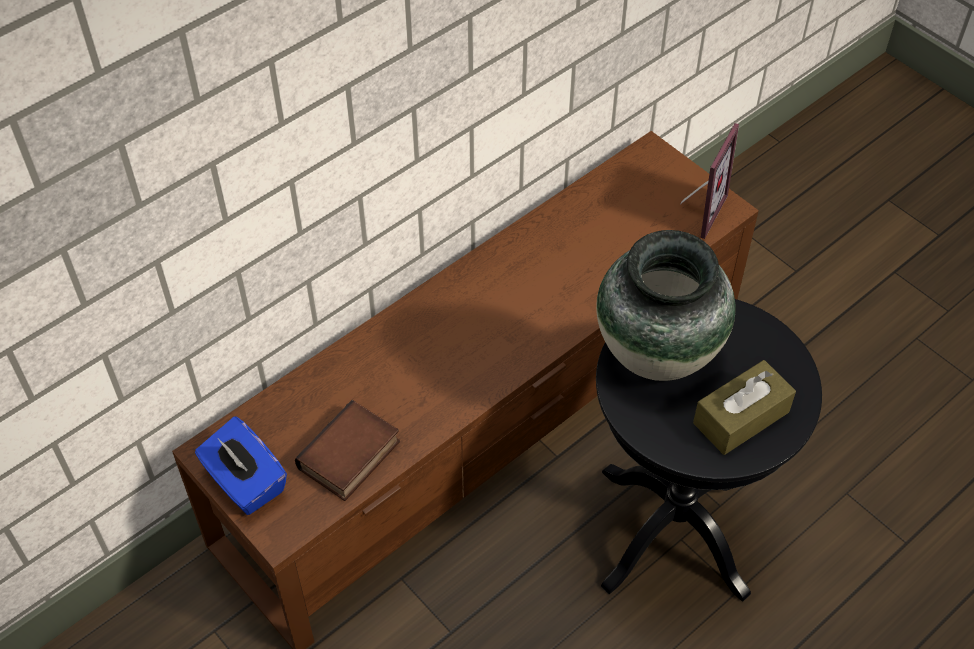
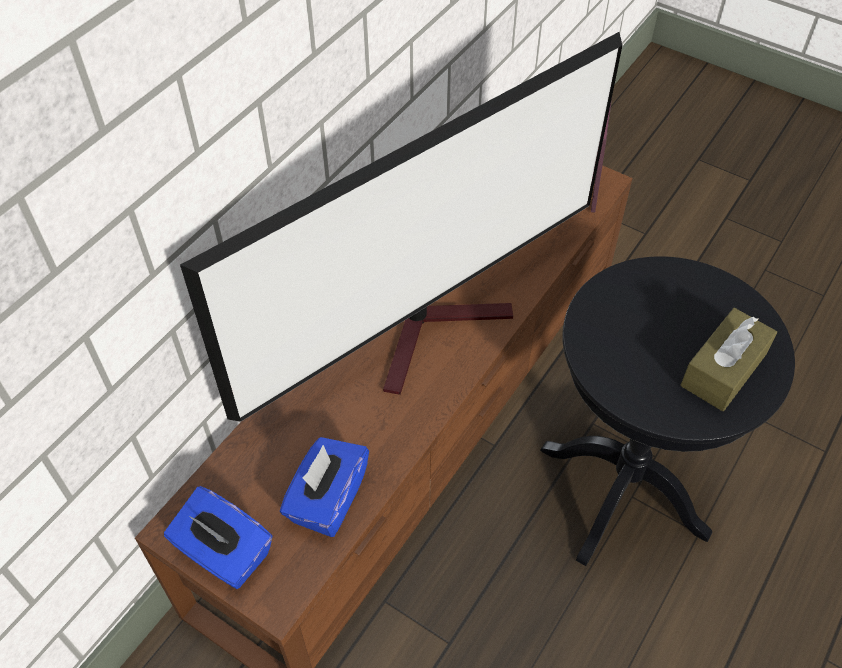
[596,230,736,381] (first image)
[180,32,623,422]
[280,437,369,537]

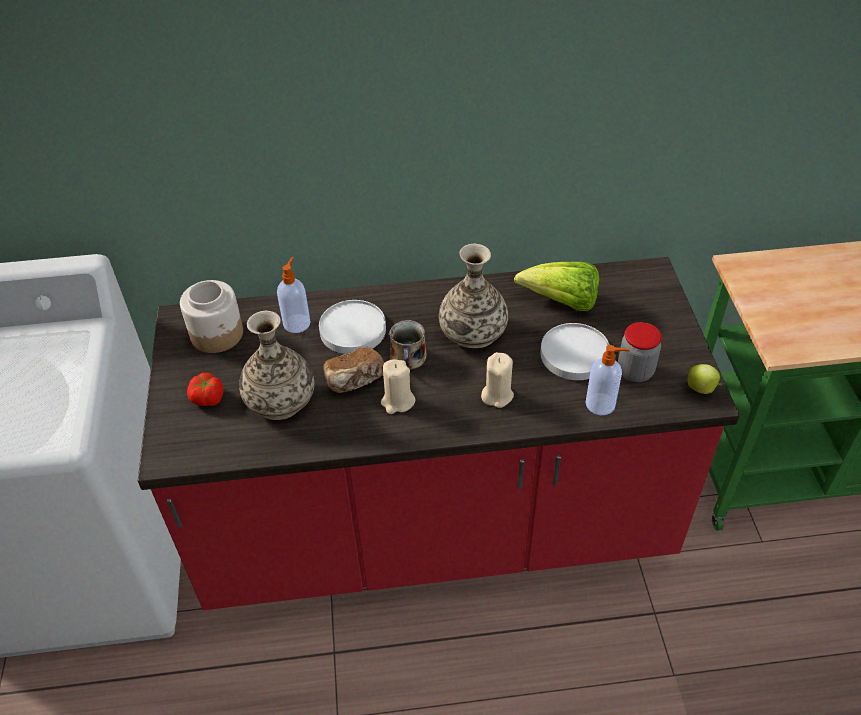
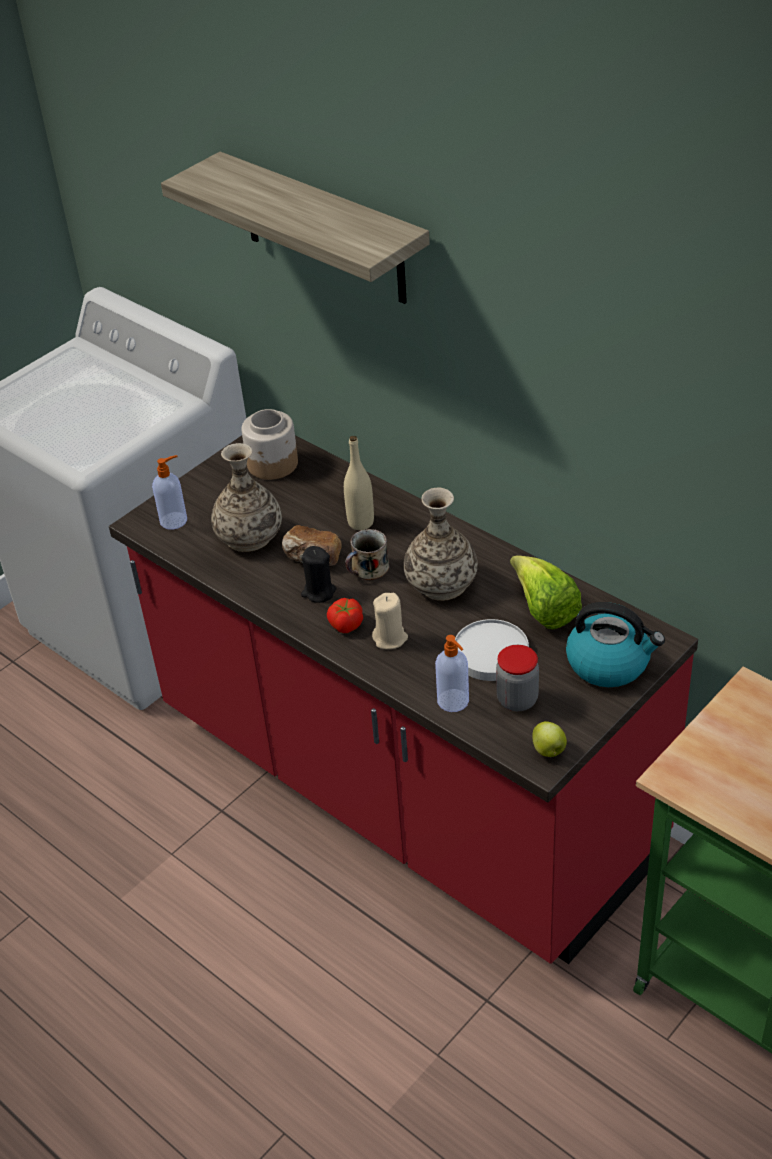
[161,151,430,304]
[566,602,665,687]
[327,598,363,633]
[152,455,187,530]
[344,436,374,530]
[301,546,336,603]

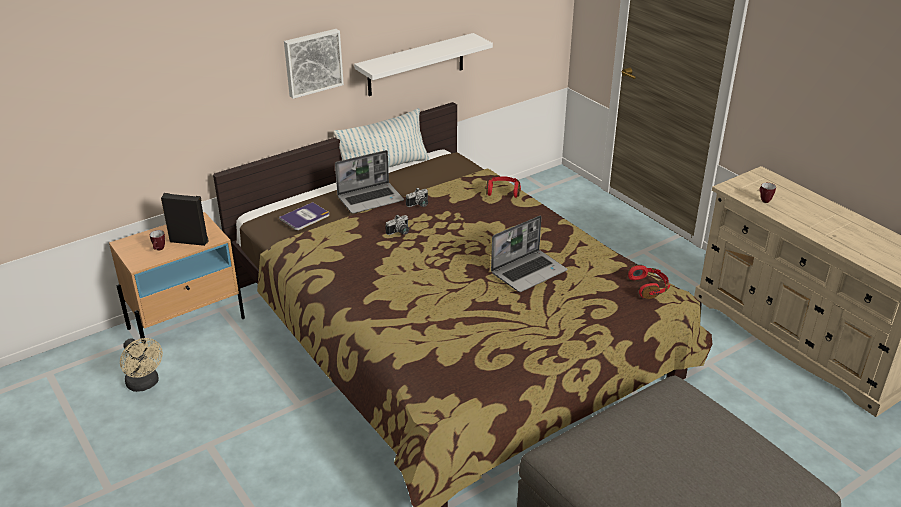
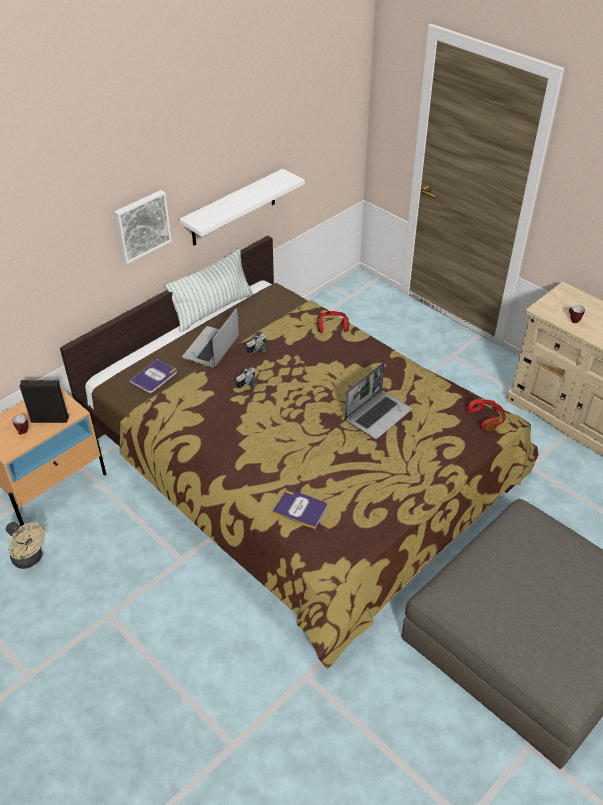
[272,489,327,529]
[182,308,239,368]

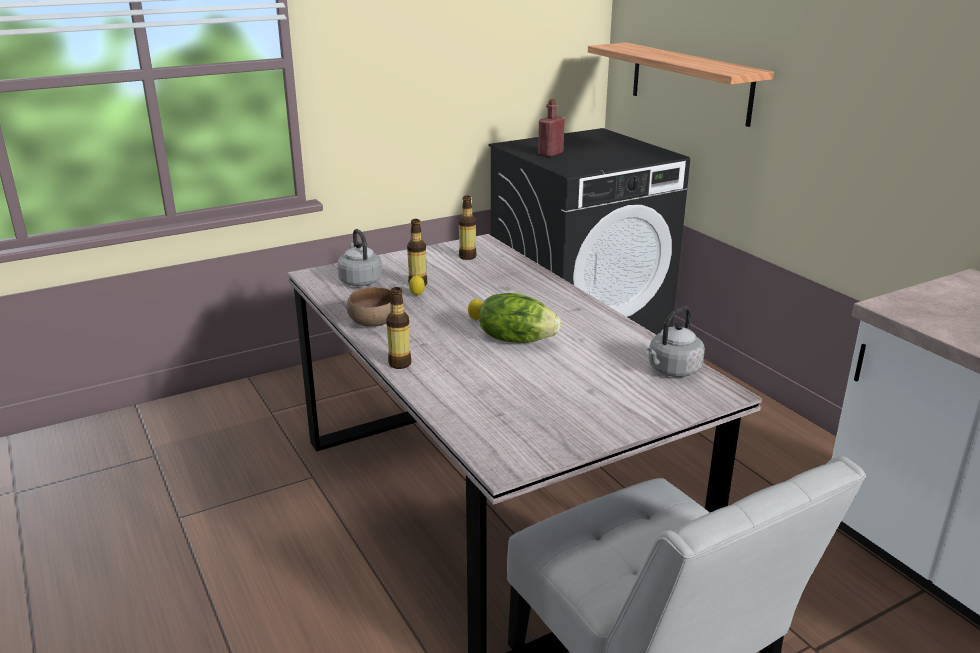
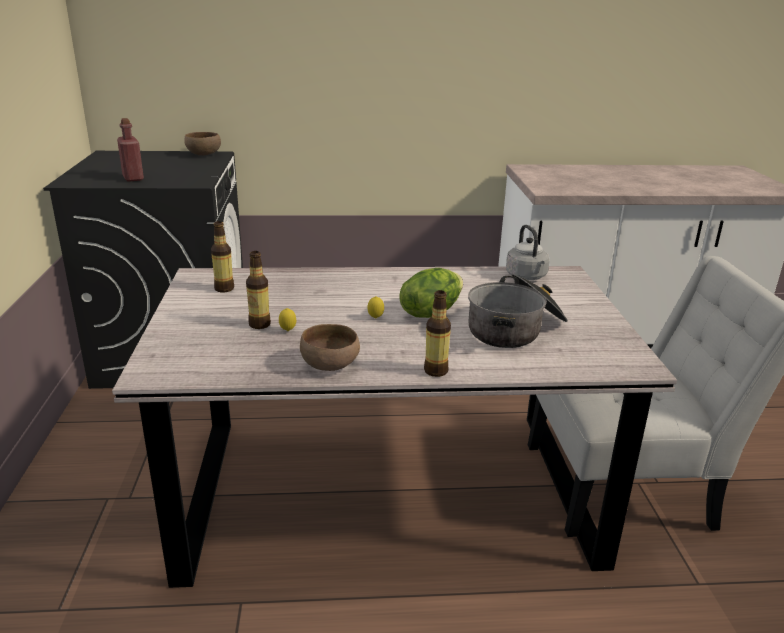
[337,229,382,286] (first image)
[588,43,774,127] (first image)
[185,132,221,156]
[468,274,568,348]

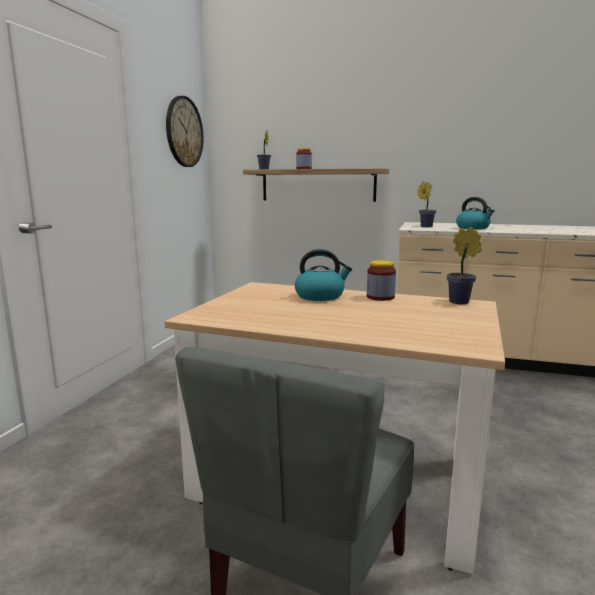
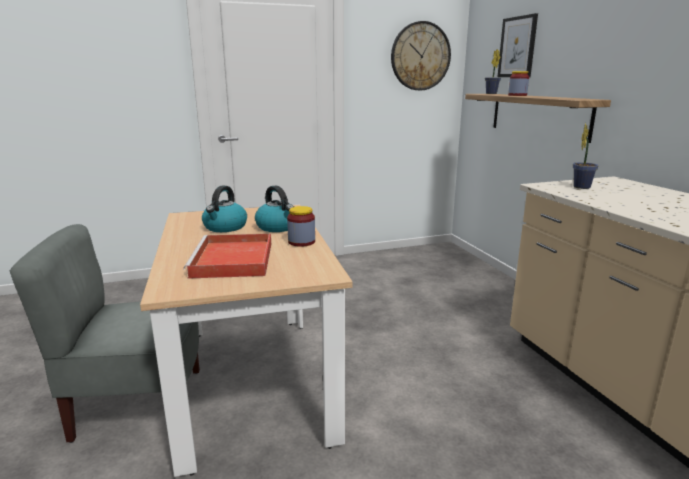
[447,227,482,304] (first image)
[183,234,271,279]
[497,13,538,77]
[202,186,247,232]

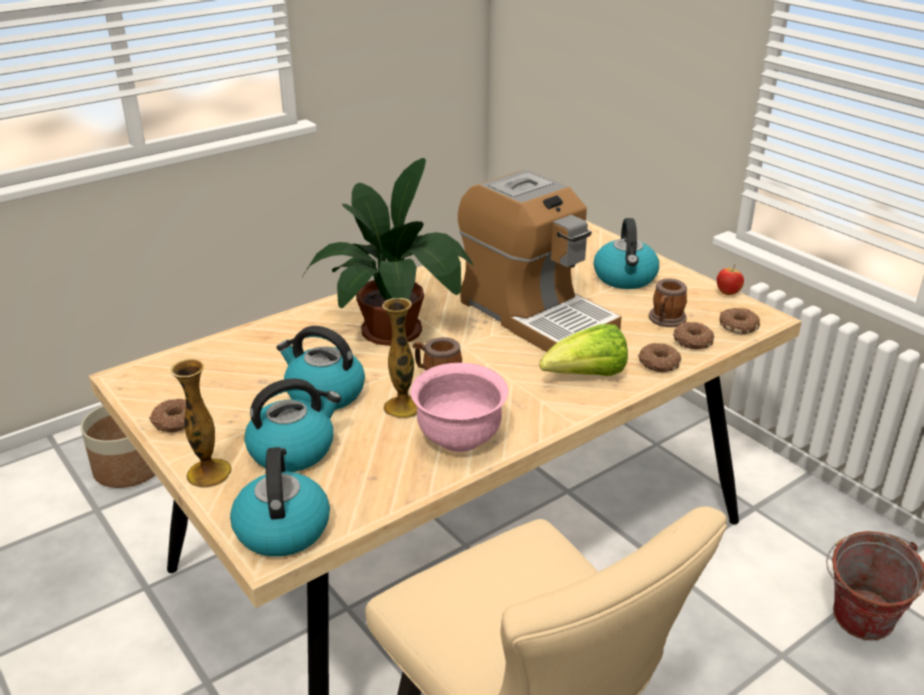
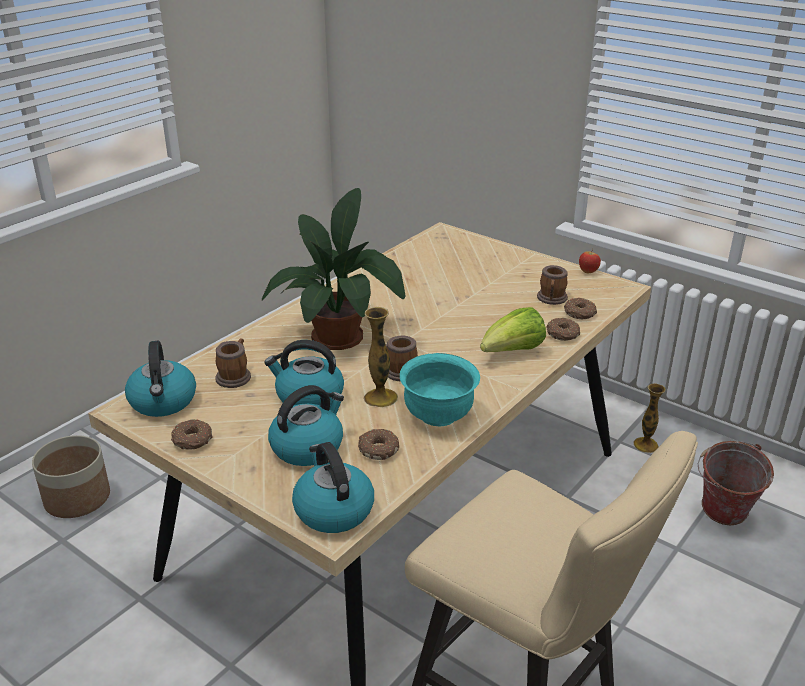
[458,170,622,352] (first image)
[215,339,251,388]
[634,383,666,453]
[125,341,196,417]
[358,429,399,460]
[400,353,480,426]

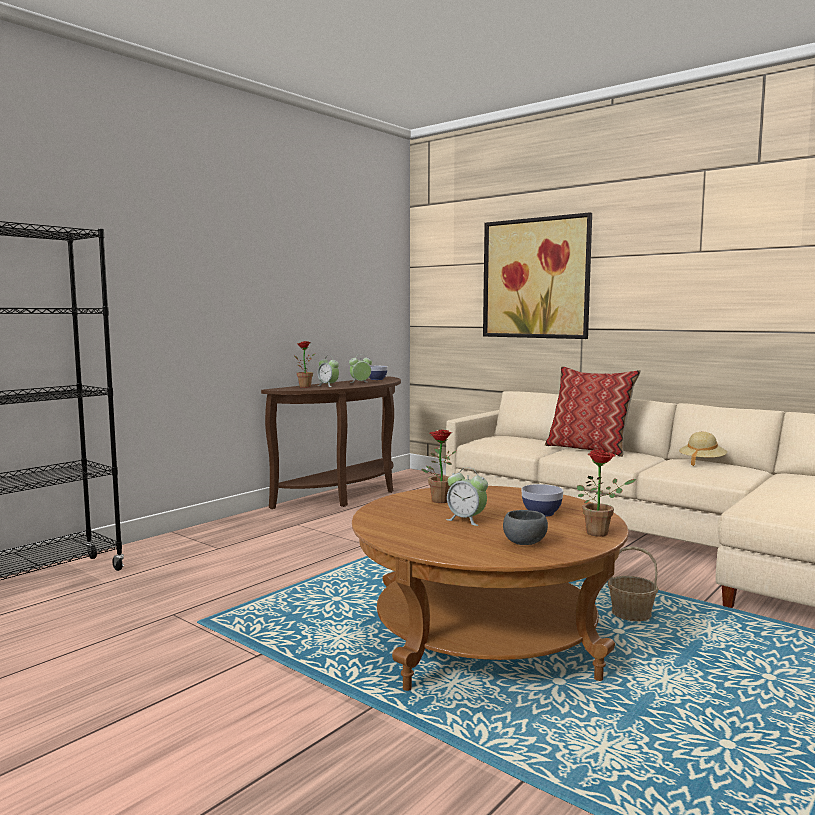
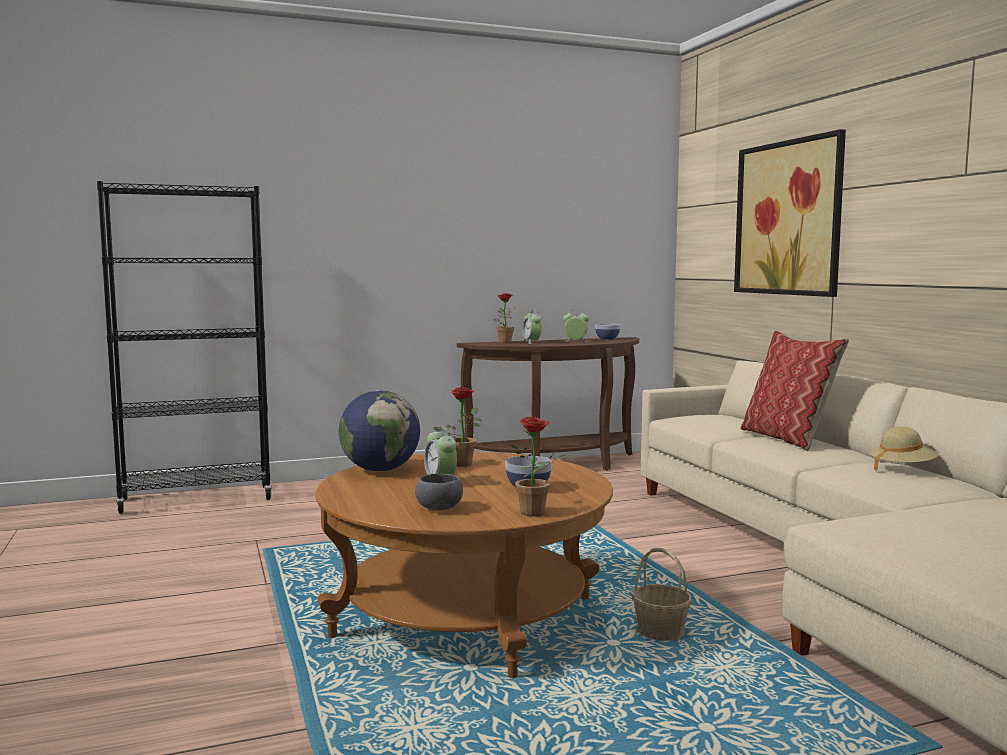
[339,390,420,472]

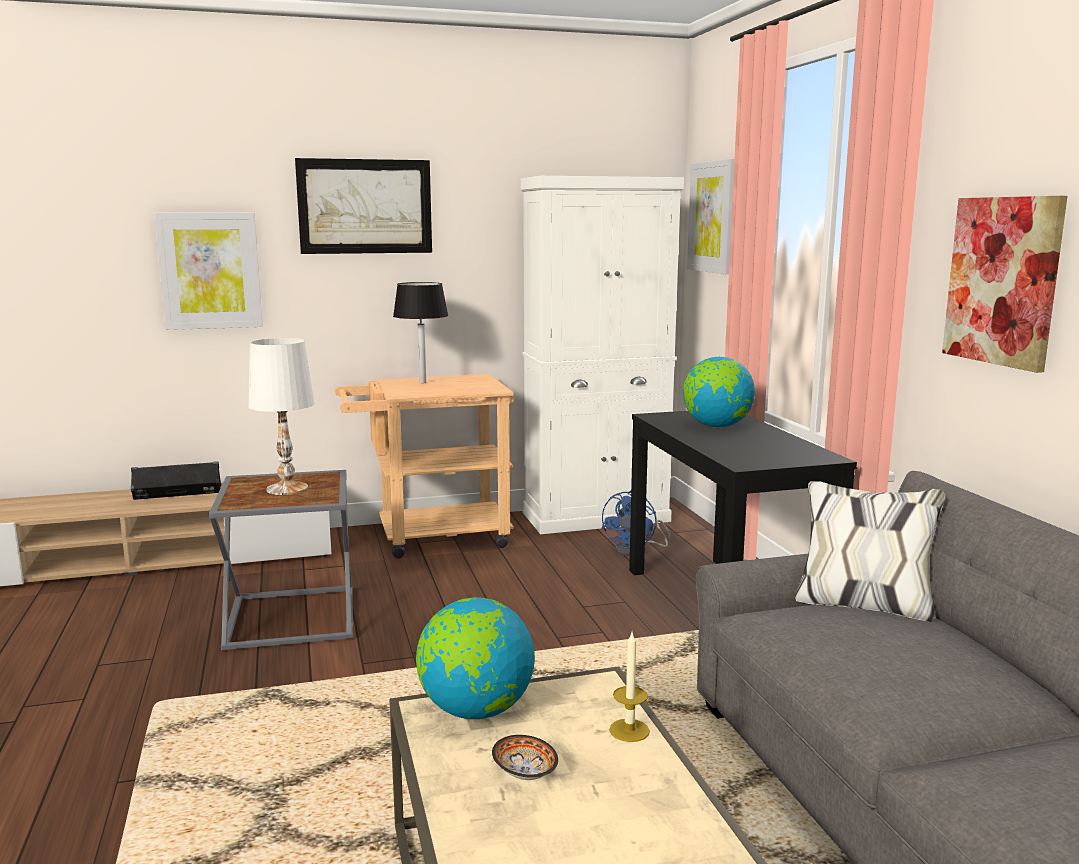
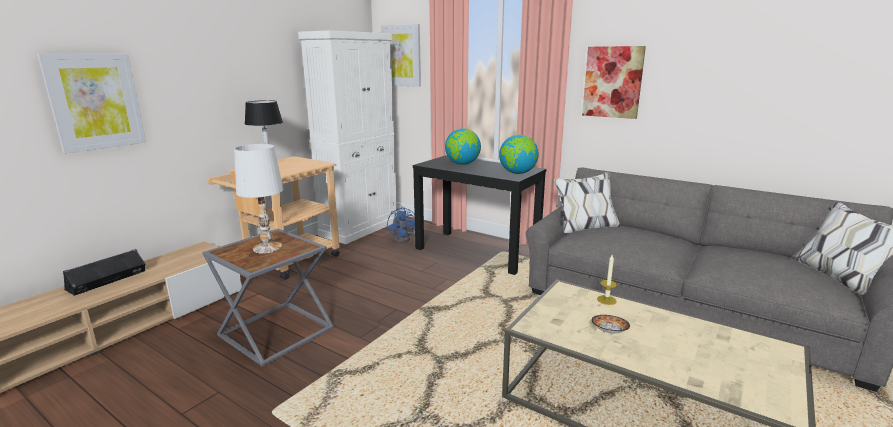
[295,158,432,254] (first image)
[499,135,539,174]

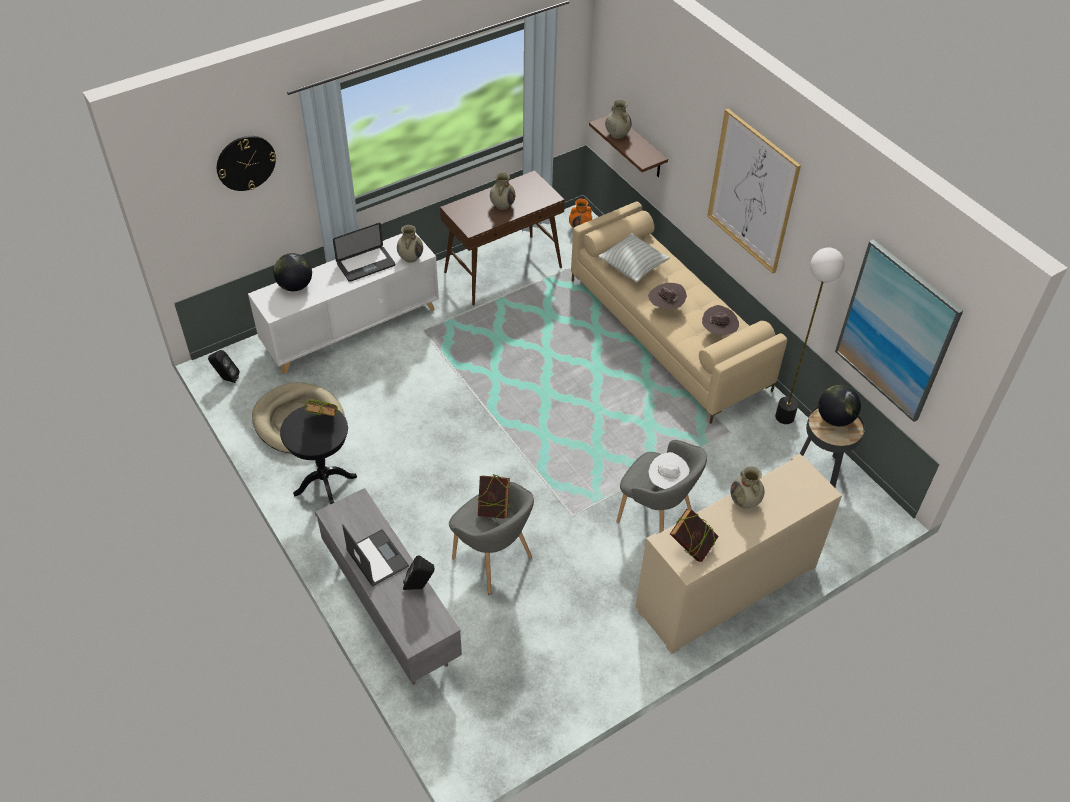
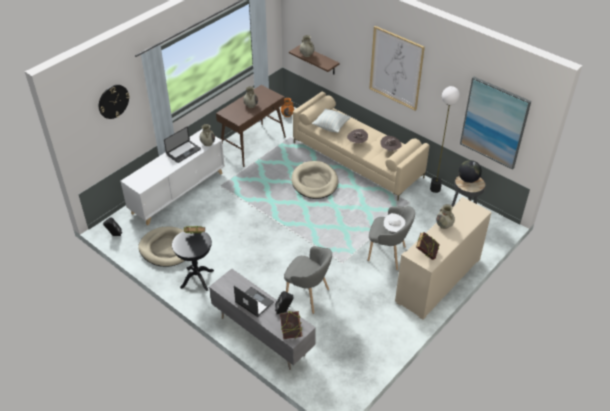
[273,253,312,291] (first image)
[291,161,338,199]
[280,311,302,339]

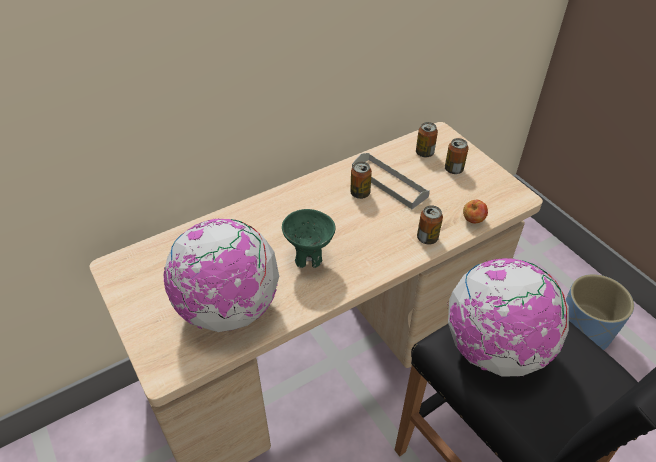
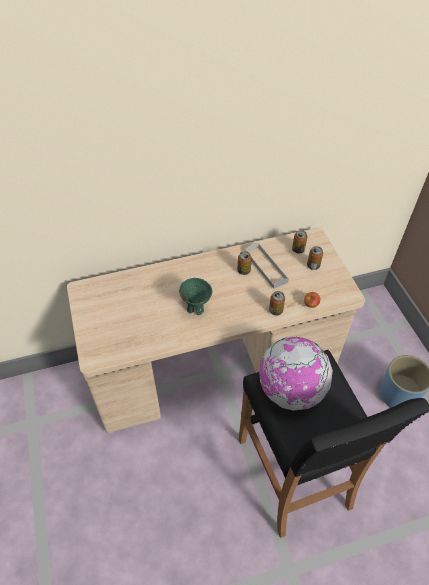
[164,218,279,332] (first image)

